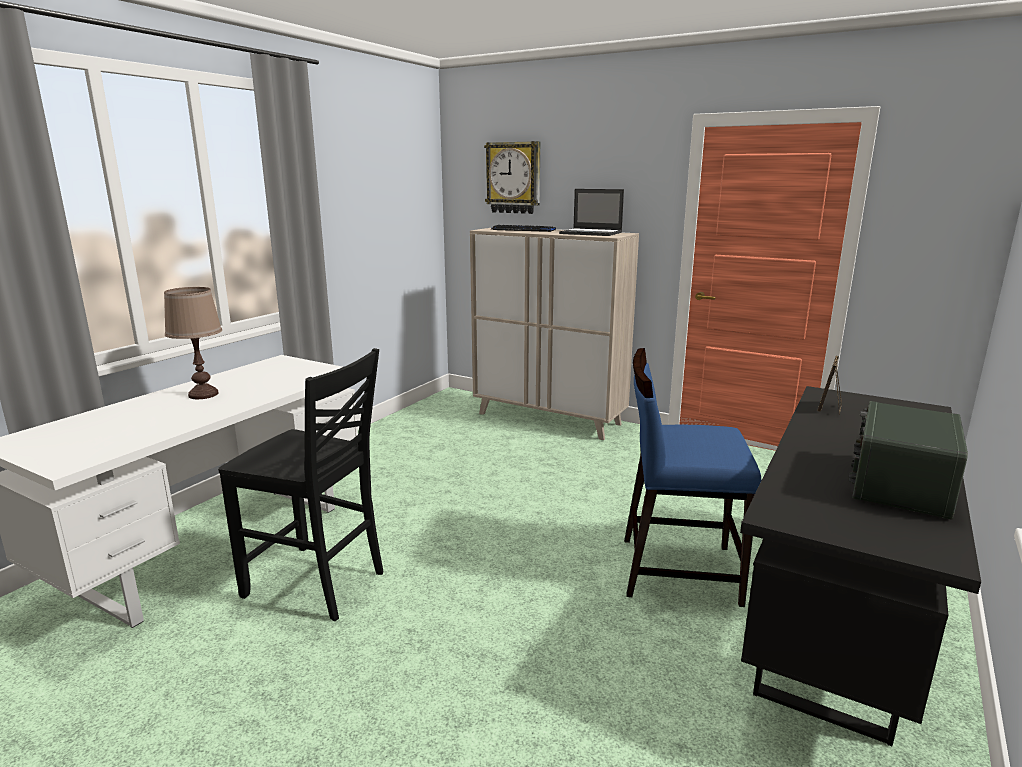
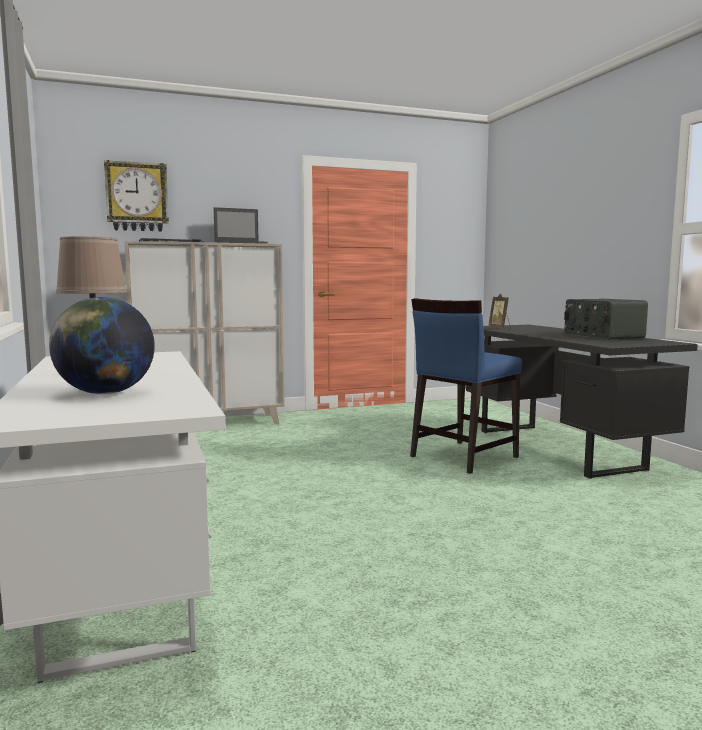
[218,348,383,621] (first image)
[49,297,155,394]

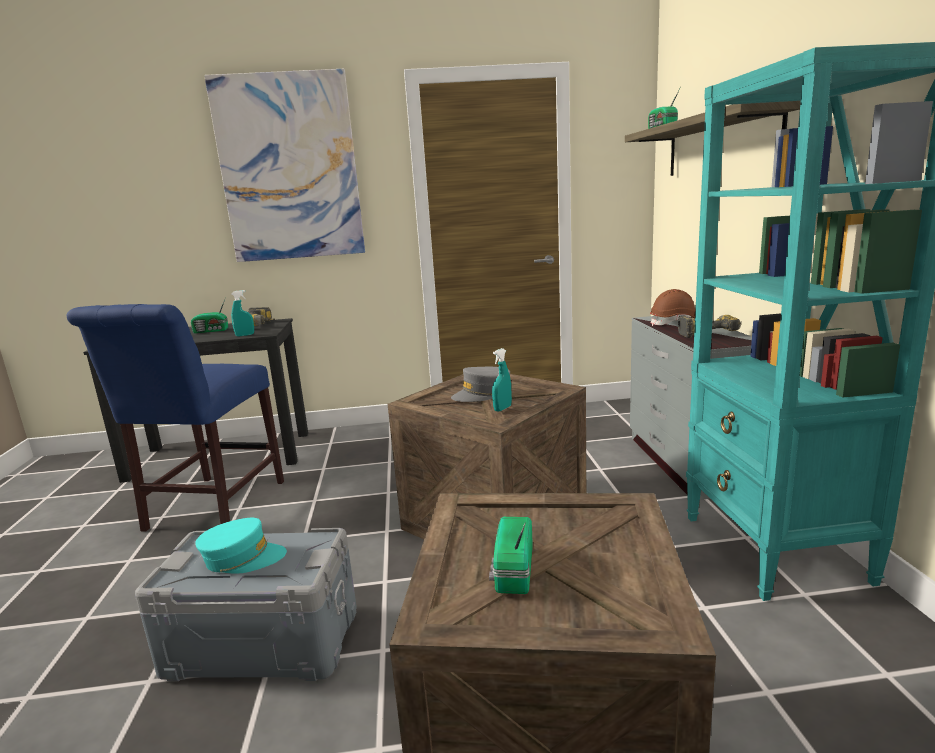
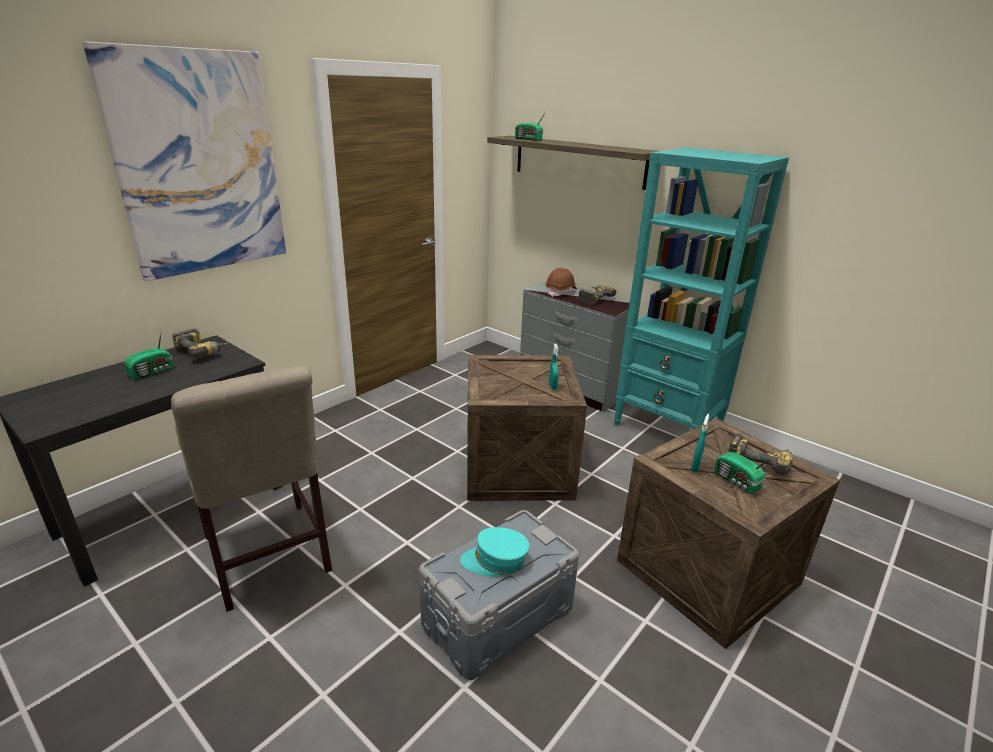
[451,367,510,402] (first image)
[728,433,793,475]
[691,414,709,472]
[171,366,332,612]
[460,527,529,577]

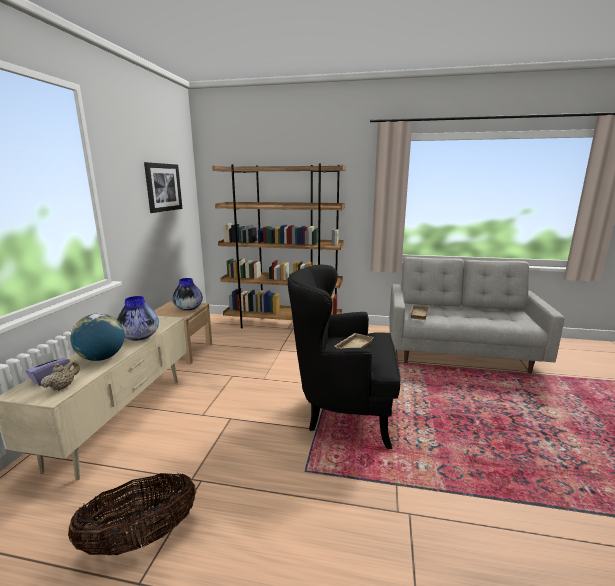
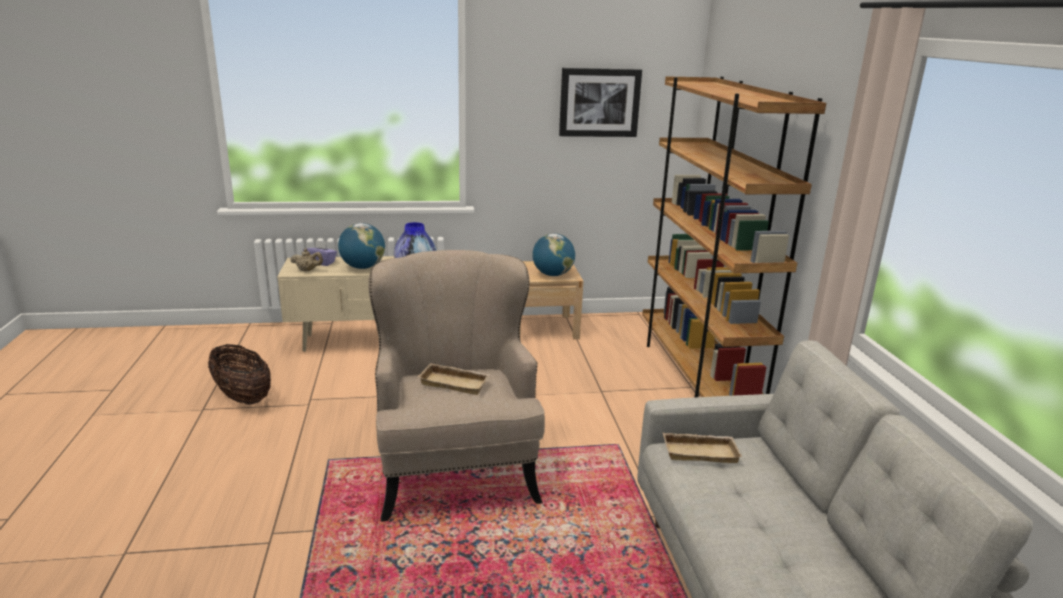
[532,233,575,276]
[368,250,545,522]

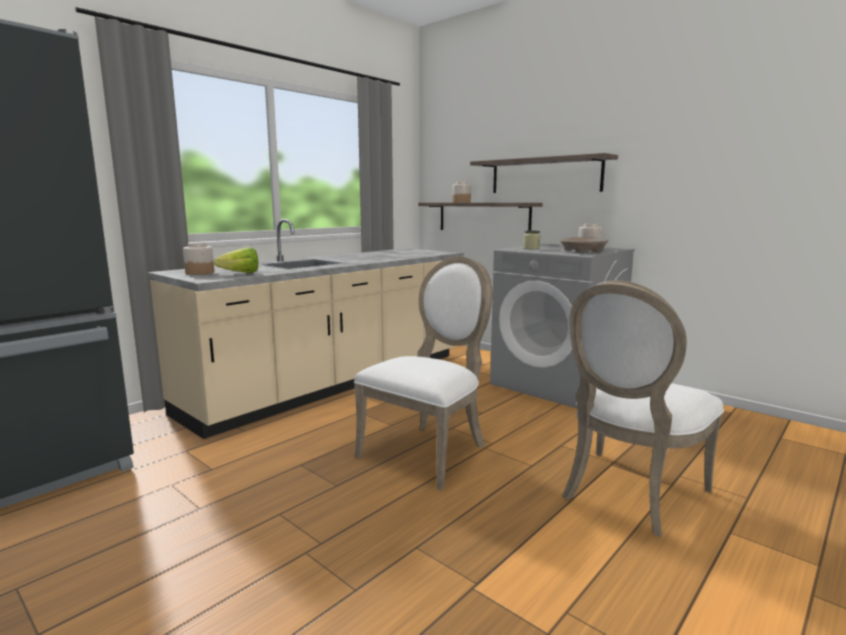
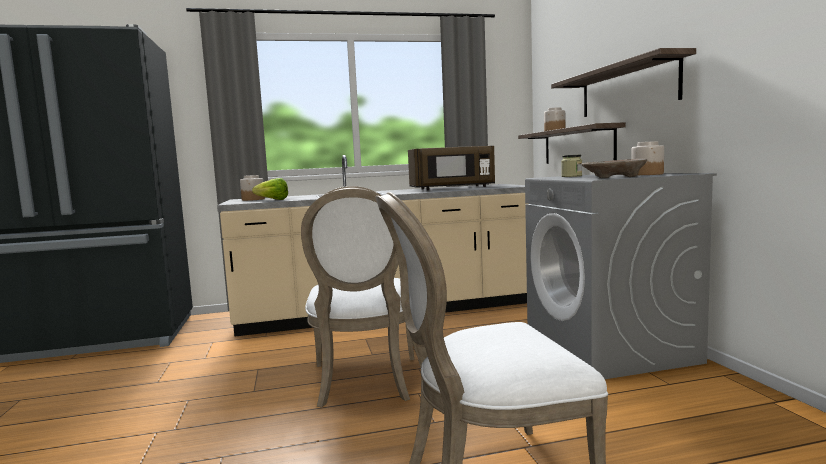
[408,146,495,190]
[301,186,414,407]

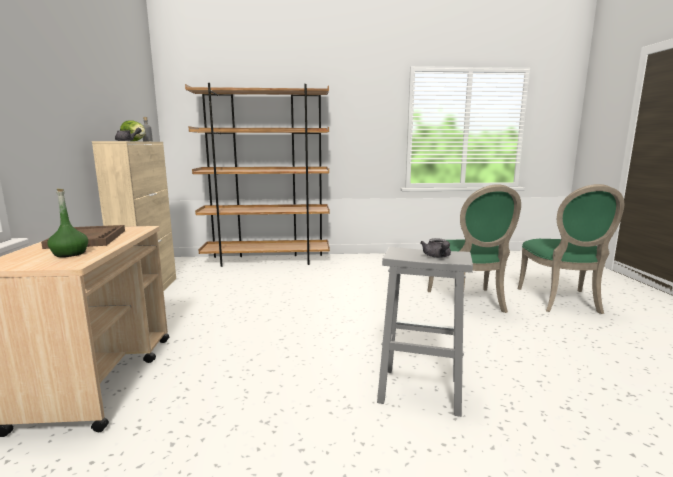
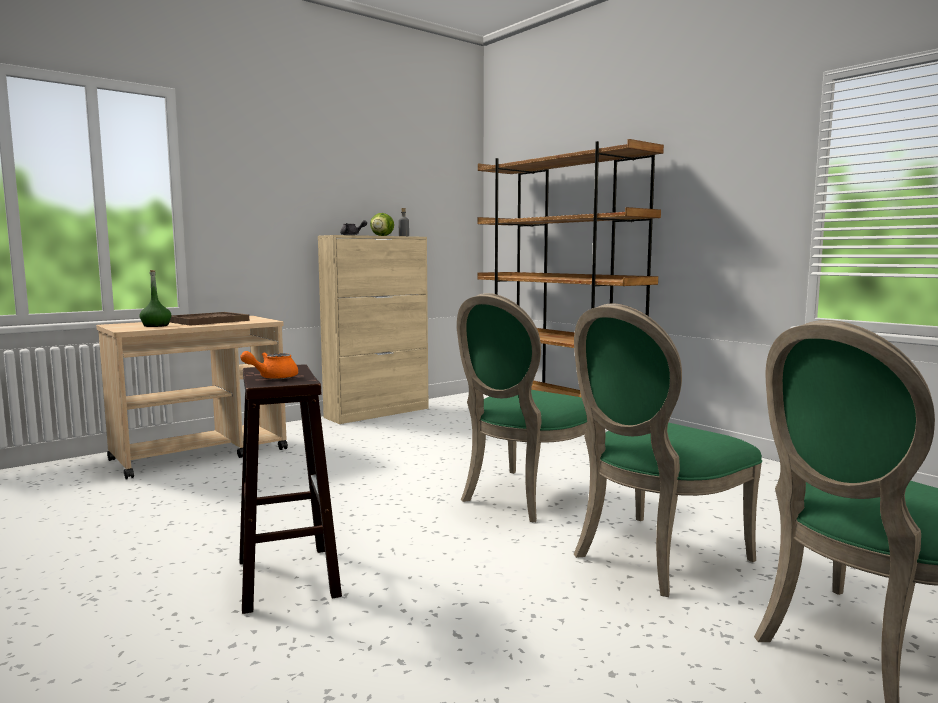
[457,293,587,522]
[239,364,342,614]
[240,351,298,379]

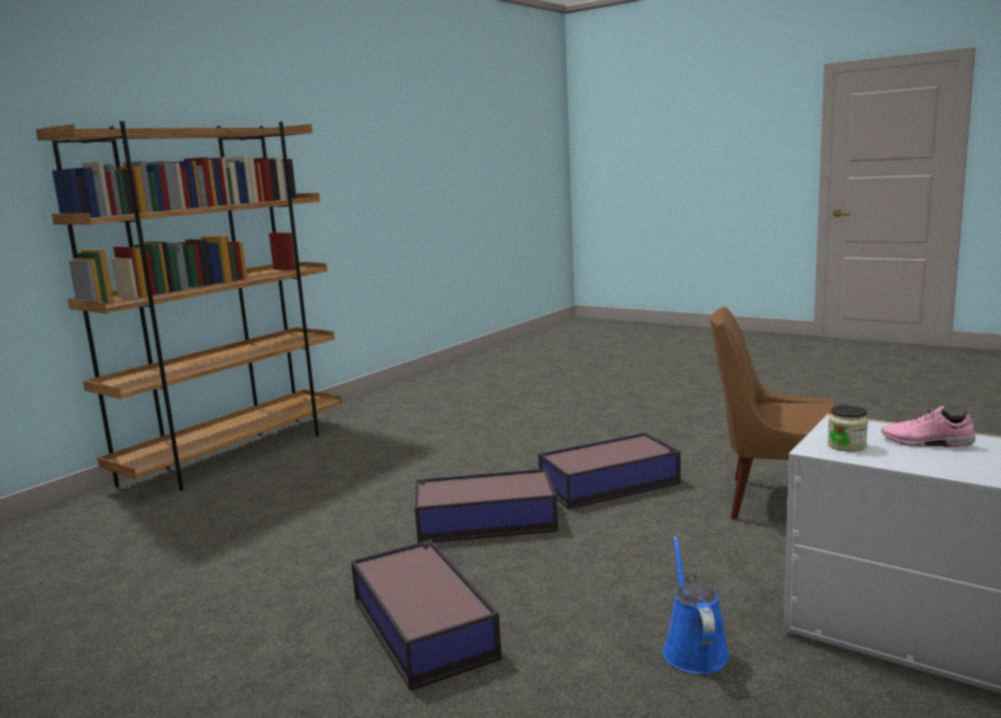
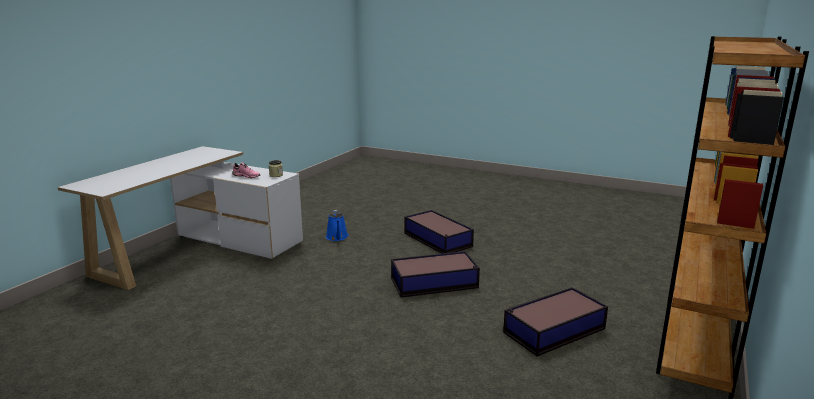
[710,307,835,520] (first image)
[503,287,608,356]

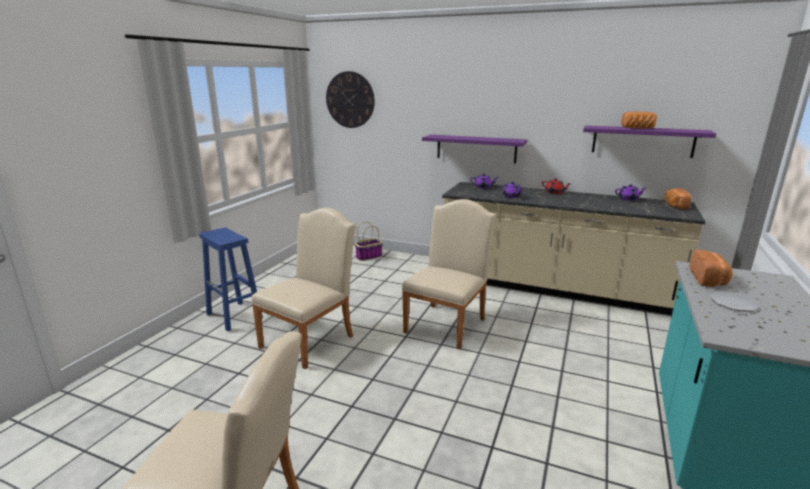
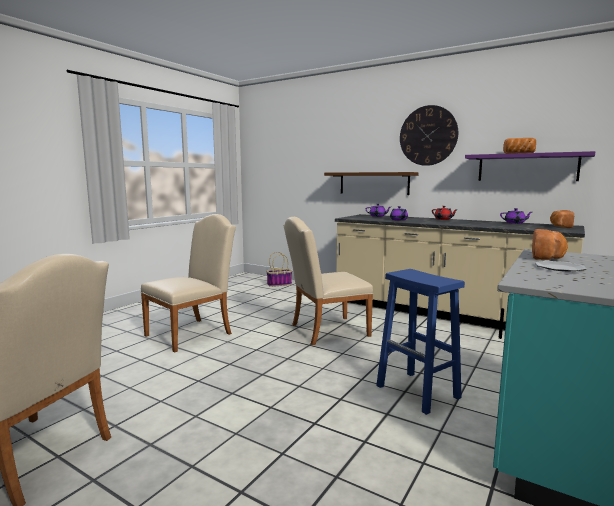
[376,269,465,415]
[400,105,458,166]
[324,172,419,195]
[283,217,373,345]

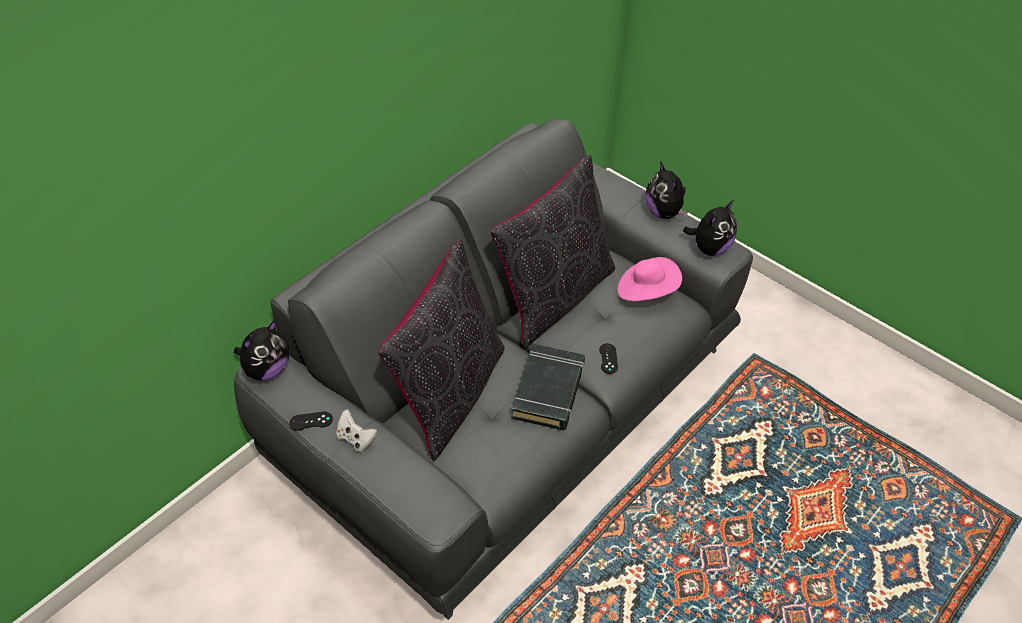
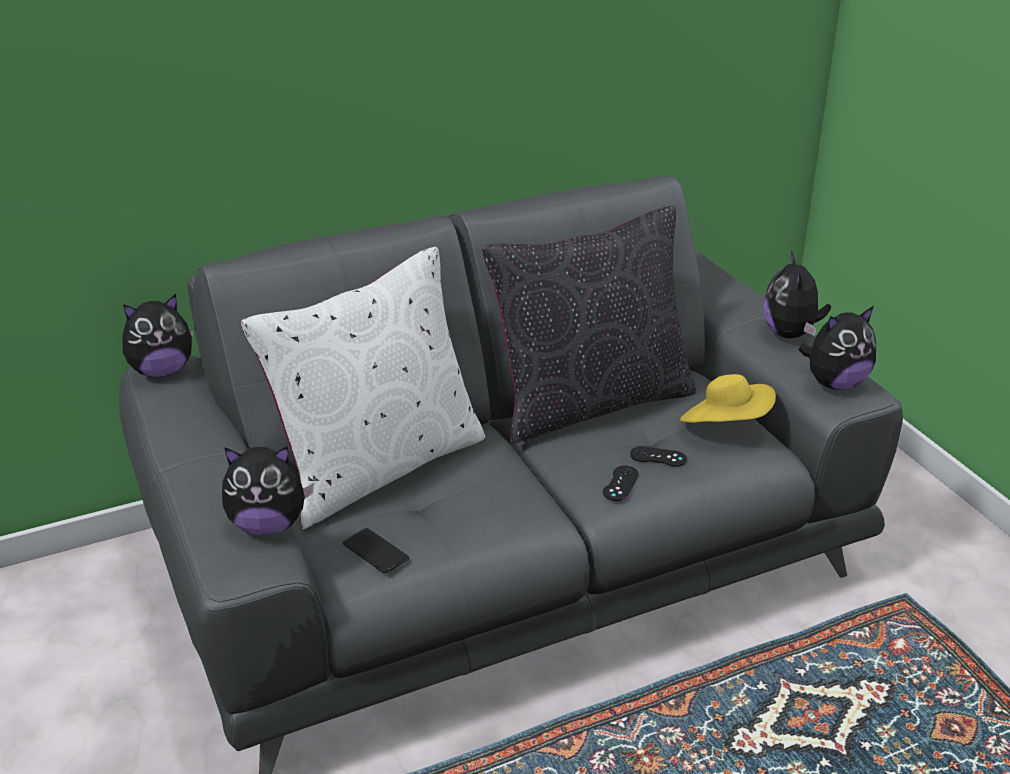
[336,409,377,452] (first image)
[511,344,585,430] (first image)
[222,447,314,535]
[343,528,409,573]
[630,446,687,467]
[241,247,485,529]
[680,374,776,423]

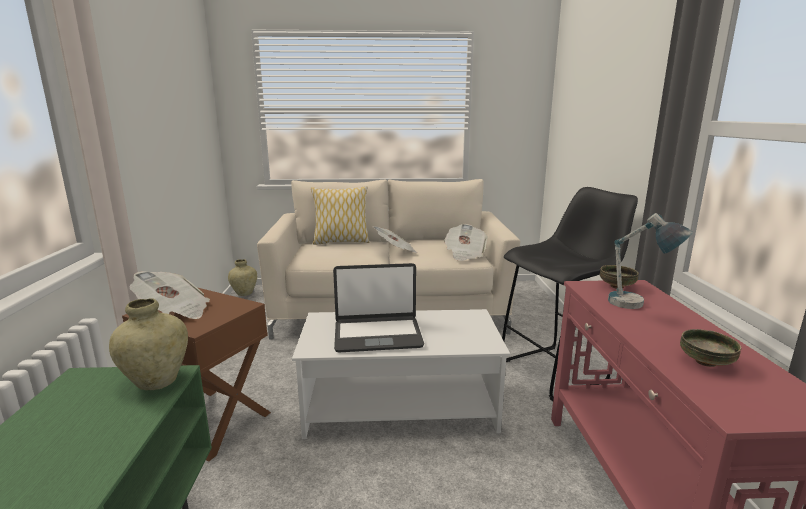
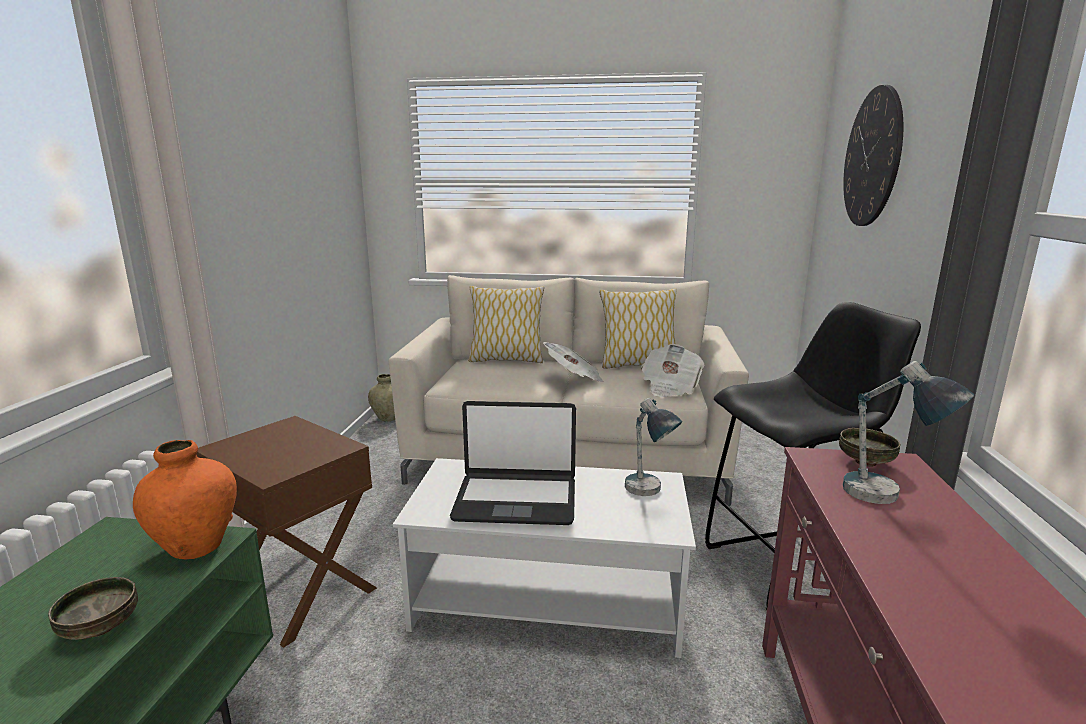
[129,271,210,319] (first image)
[599,288,677,369]
[625,398,683,496]
[843,85,903,226]
[48,577,138,640]
[133,440,237,559]

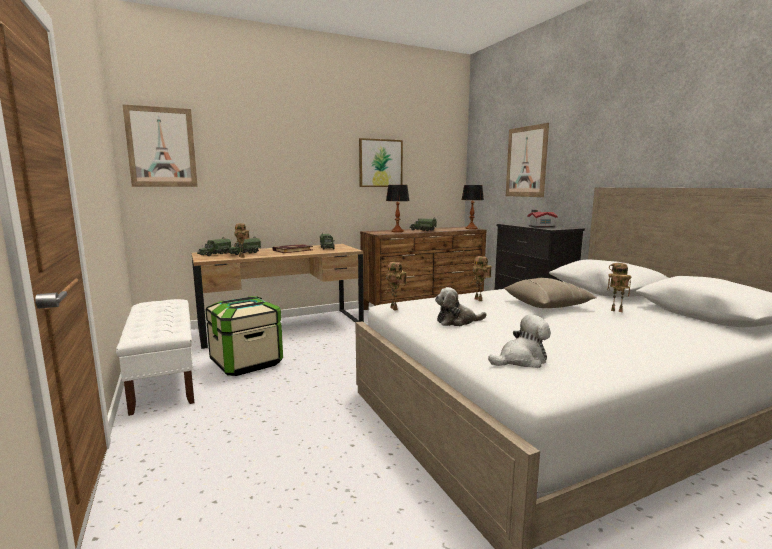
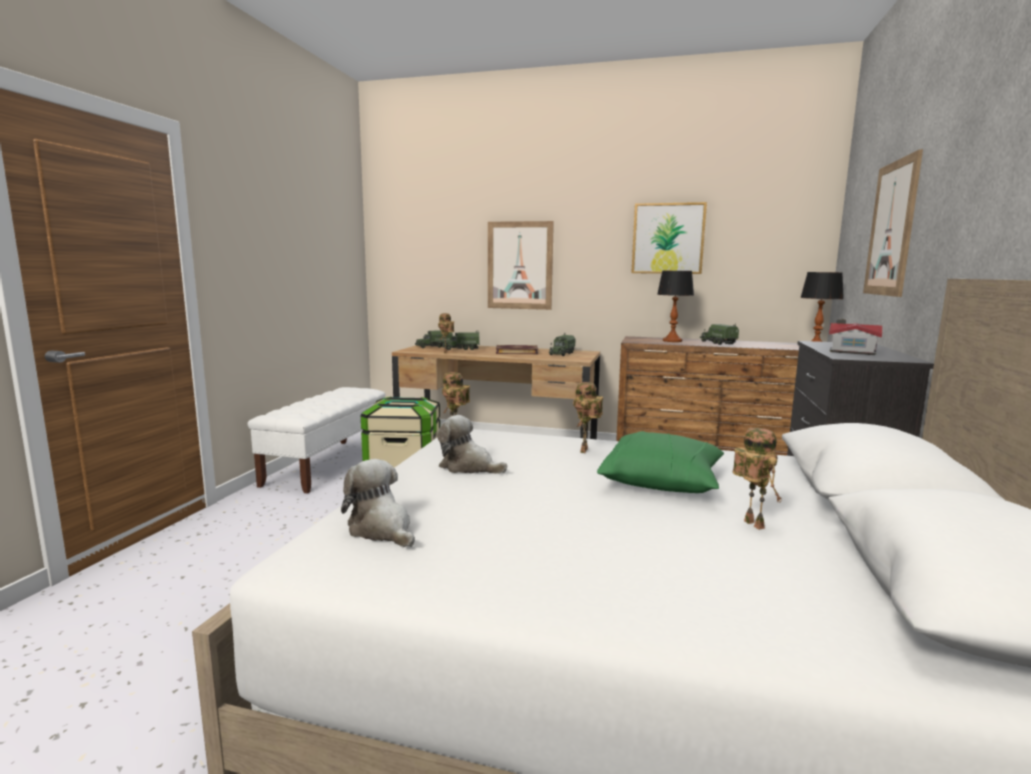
[488,221,554,310]
[597,431,724,493]
[341,459,415,547]

